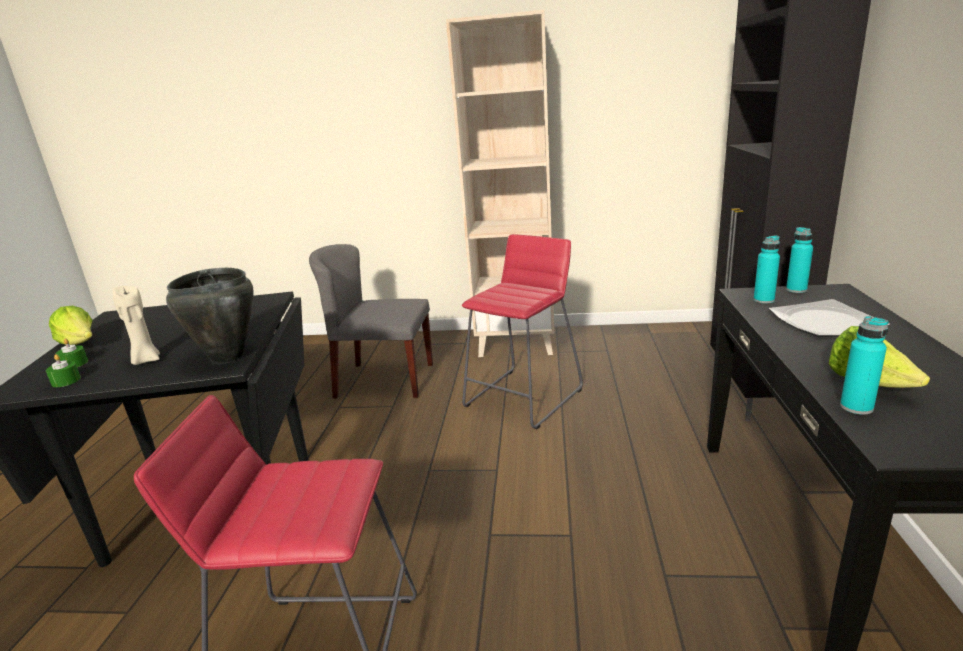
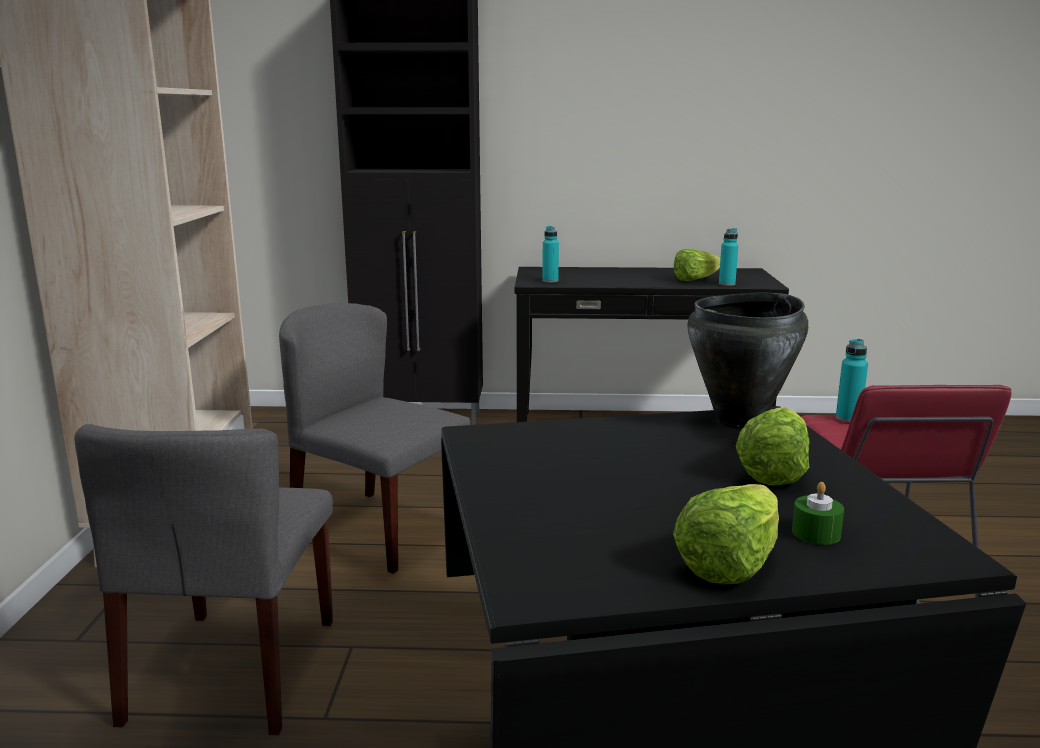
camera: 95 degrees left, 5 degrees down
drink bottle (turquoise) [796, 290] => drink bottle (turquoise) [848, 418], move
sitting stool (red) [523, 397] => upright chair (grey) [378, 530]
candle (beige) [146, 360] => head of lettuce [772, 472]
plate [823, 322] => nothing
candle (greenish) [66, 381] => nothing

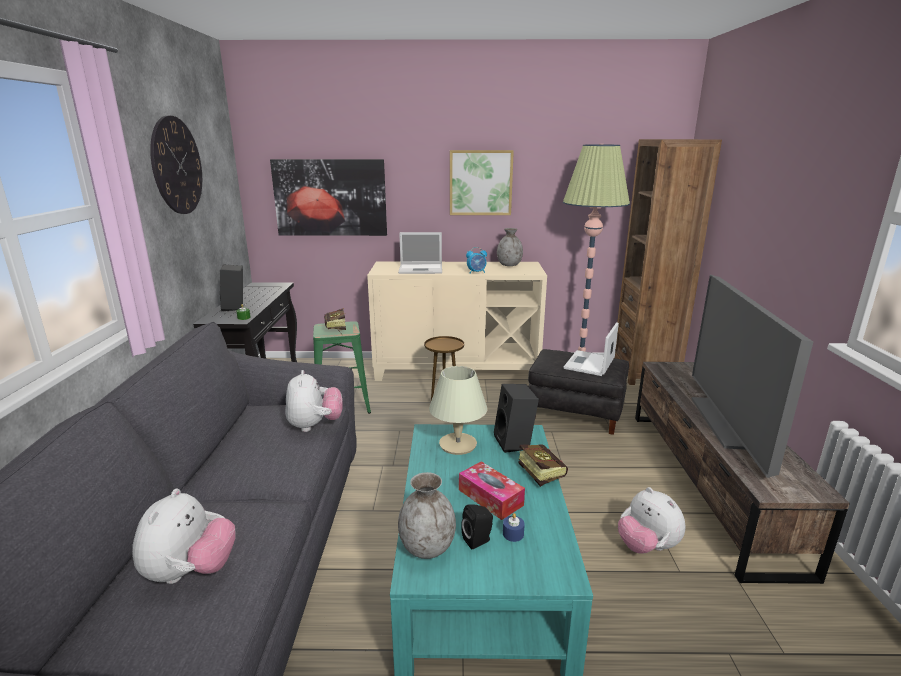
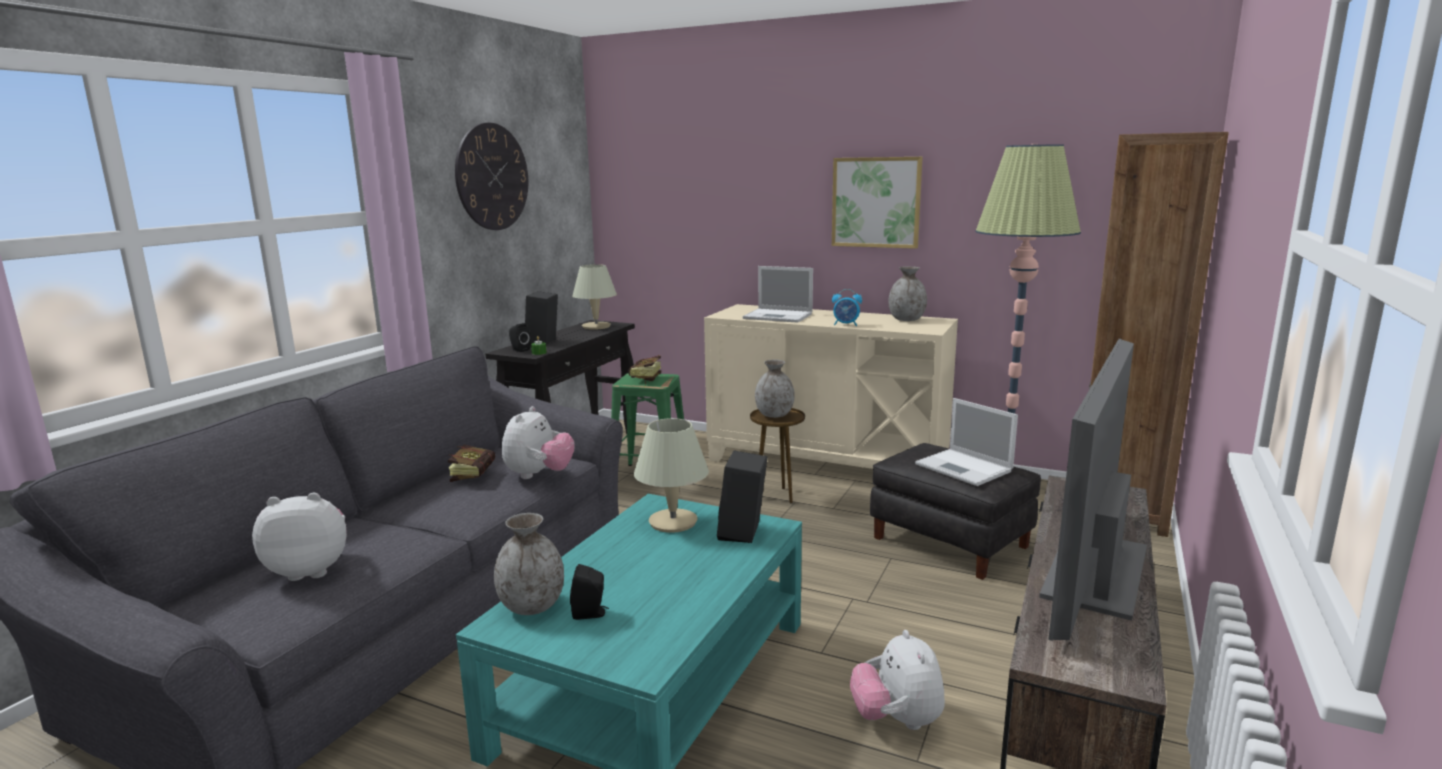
camera: 25 degrees right, 5 degrees down
wall picture [330, 198] => nothing
laptop [589, 364] => laptop [965, 468], 90 degrees counterclockwise
bound book [538, 472] => bound book [475, 475], move
tissue box [490, 497] => nothing
plush toy [191, 572] => plush toy [310, 570], 135 degrees counterclockwise
candle (bluish) [513, 534] => nothing
nothing => table lamp (beige) [596, 326]
nothing => audio speaker (black-coloured) [519, 350]
nothing => decorative vase (grey) [774, 415]

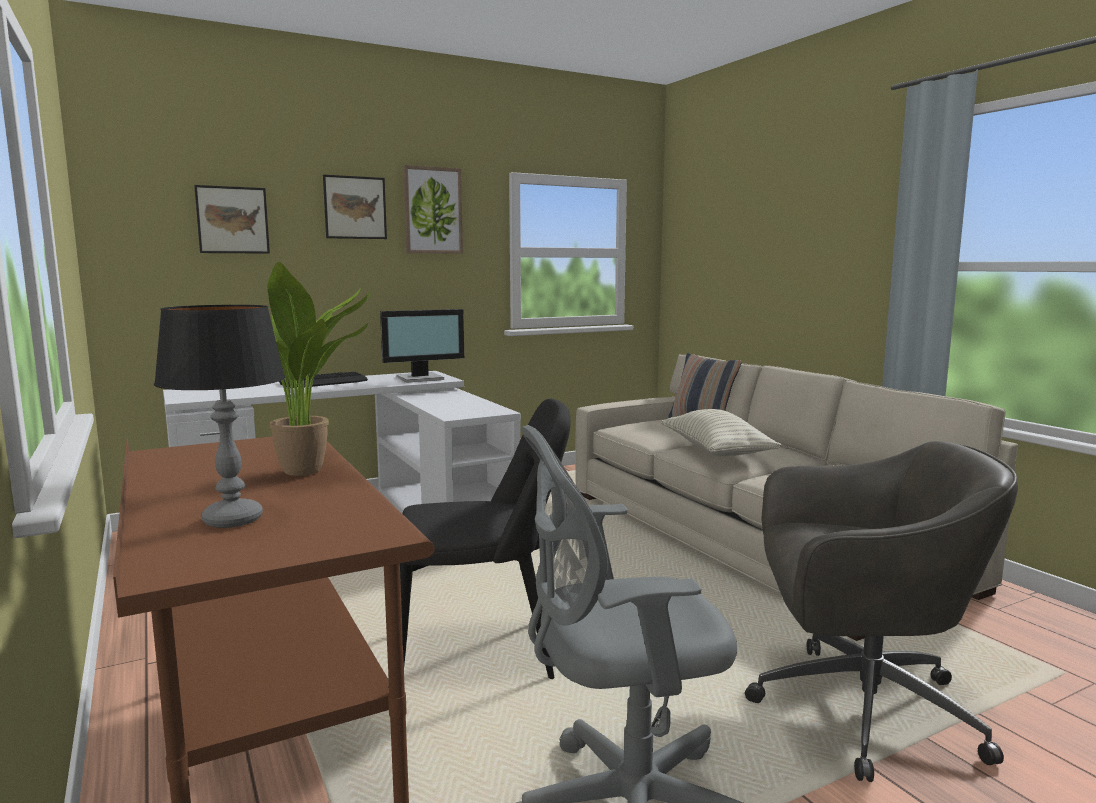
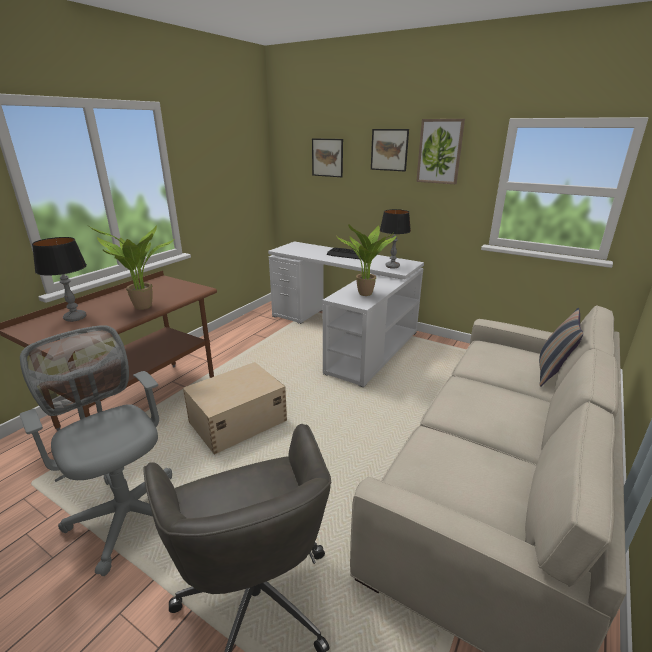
camera: 60 degrees right, 15 degrees up
computer display [421, 378] => table lamp [392, 266]
upright chair (black-coloured) [483, 654] => storage box (beige) [237, 422]
cushion [716, 452] => nothing
nothing => houseplant [366, 295]

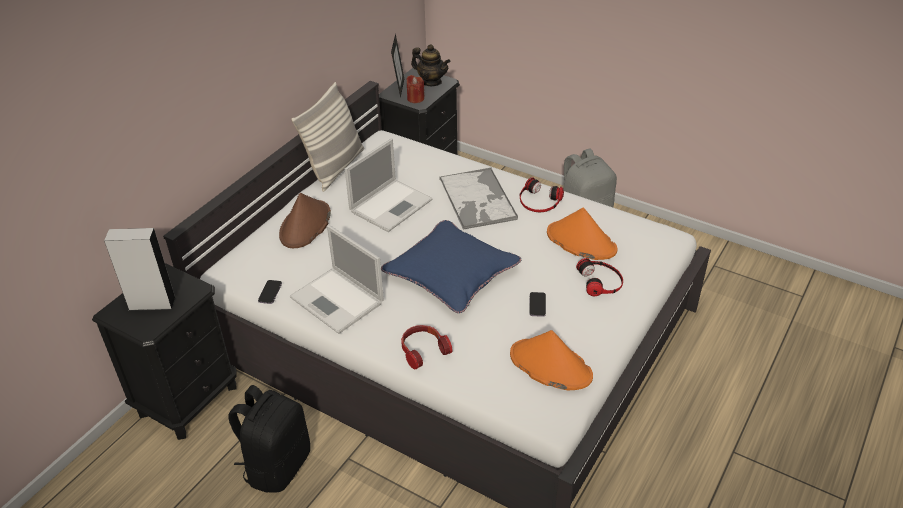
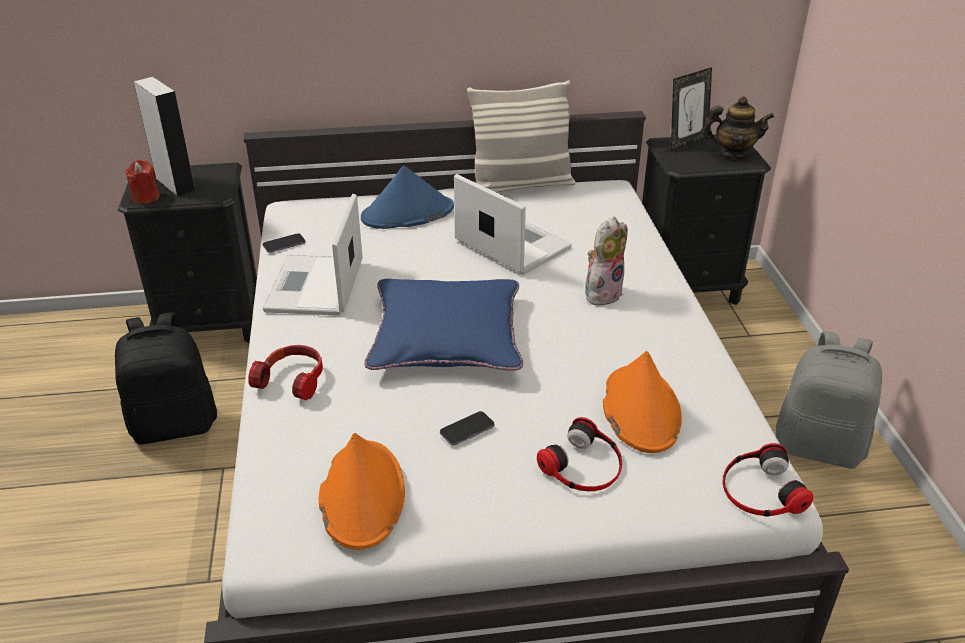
camera: 50 degrees right, 5 degrees down
teapot [431, 82] => teapot [733, 153], 75 degrees counterclockwise
candle (red) [415, 98] => candle (red) [146, 197], move
laptop [392, 205] => laptop [510, 244], 135 degrees counterclockwise
serving tray [478, 200] => plush toy [602, 293]
headset [539, 201] => headset [760, 490], move
hat (brown-coloured) [305, 225] => hat (bluish) [407, 213]

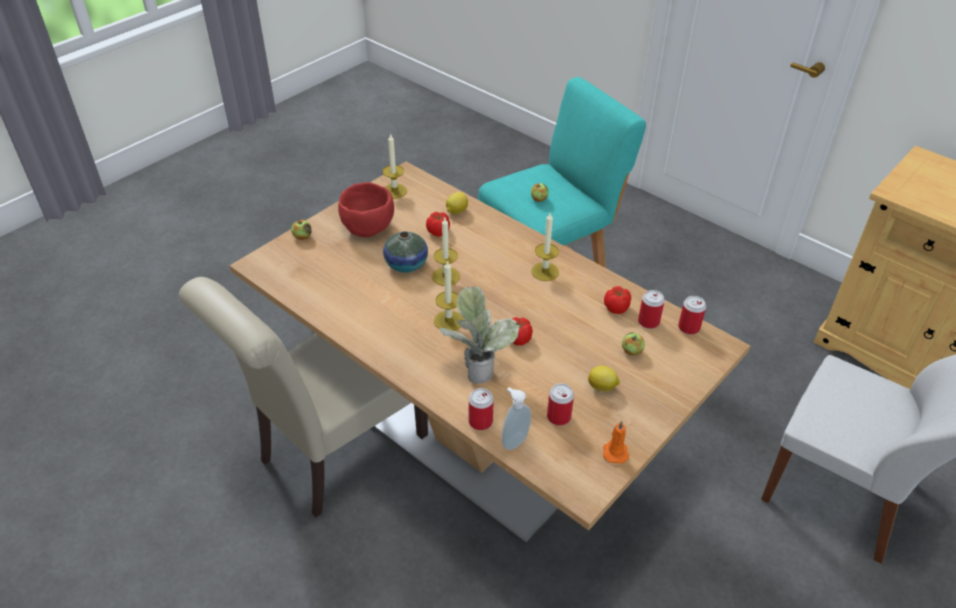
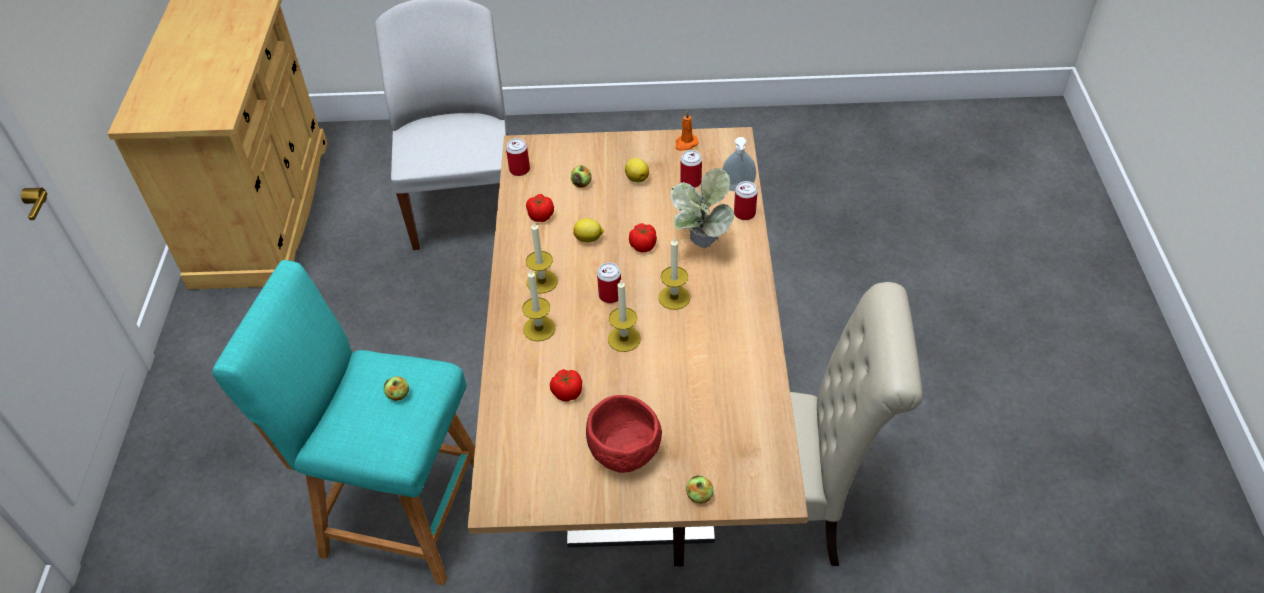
camera: 130 degrees left, 5 degrees up
candle [394, 191] => candle [539, 328], move
citrus fruit [456, 211] => citrus fruit [589, 239], move
decorative vase [406, 264] => nothing
can [648, 322] => can [610, 295], move

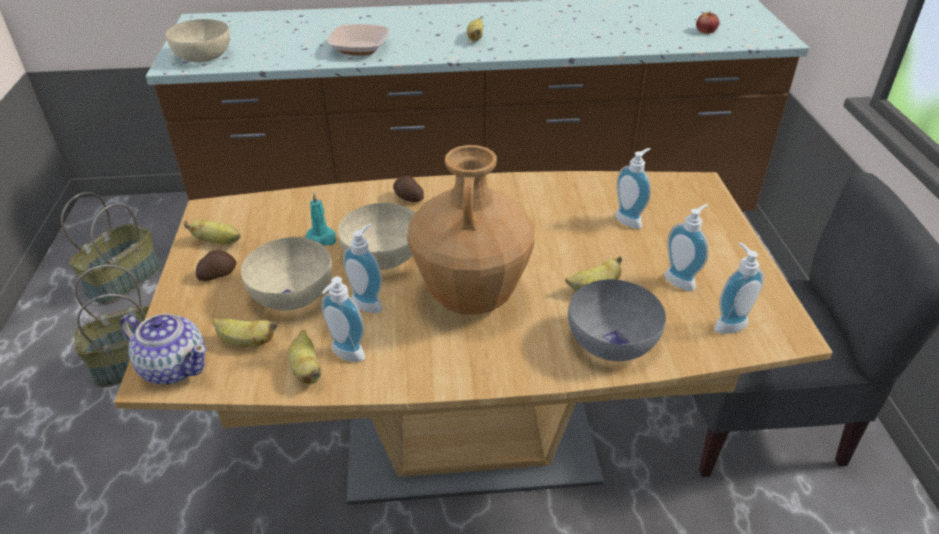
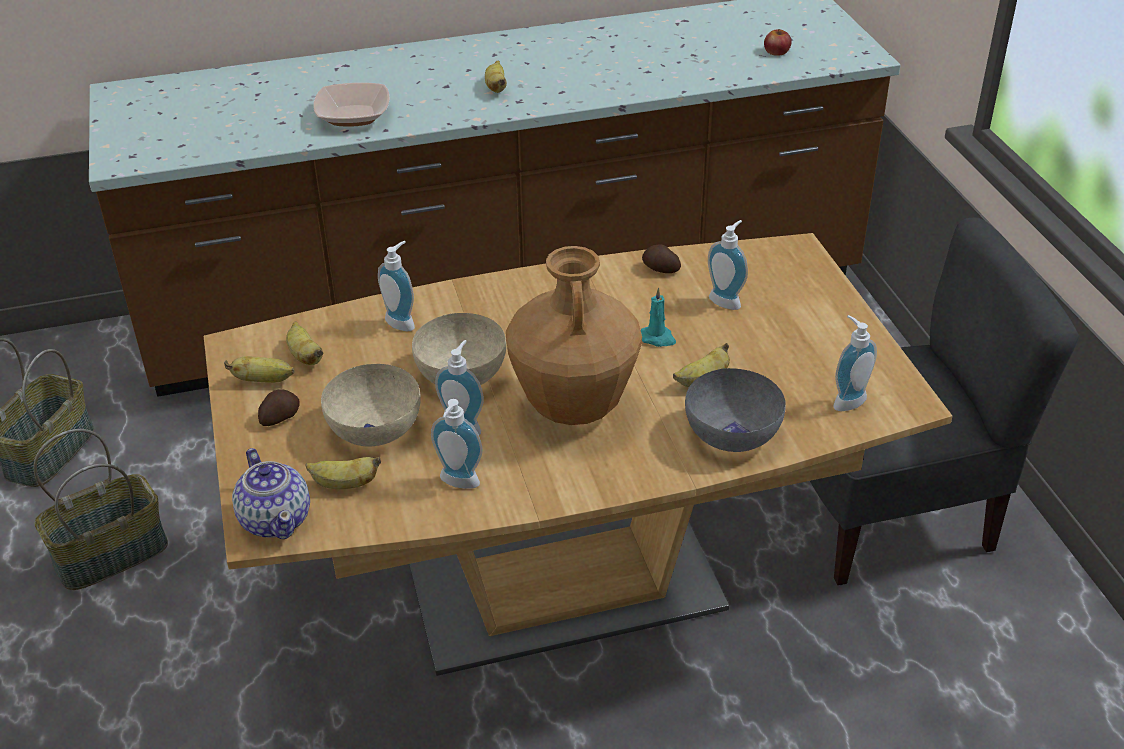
camera: 10 degrees left, 0 degrees up
deep dish (beige) [204, 56] => nothing
potato [408, 198] => potato [660, 269], move
candle (turquoise) [322, 238] => candle (turquoise) [658, 338], move
soap dispenser [682, 280] => soap dispenser [403, 321], move
teapot [174, 366] => teapot [276, 519], 45 degrees clockwise
banana [307, 369] => banana [305, 356], move

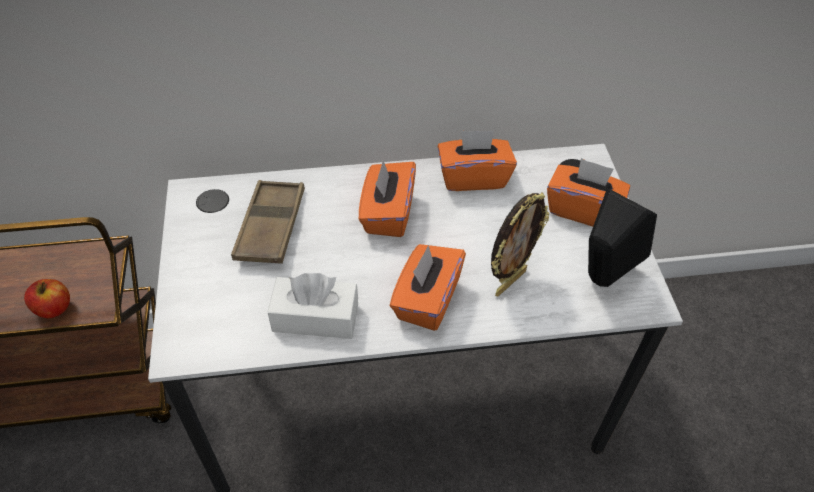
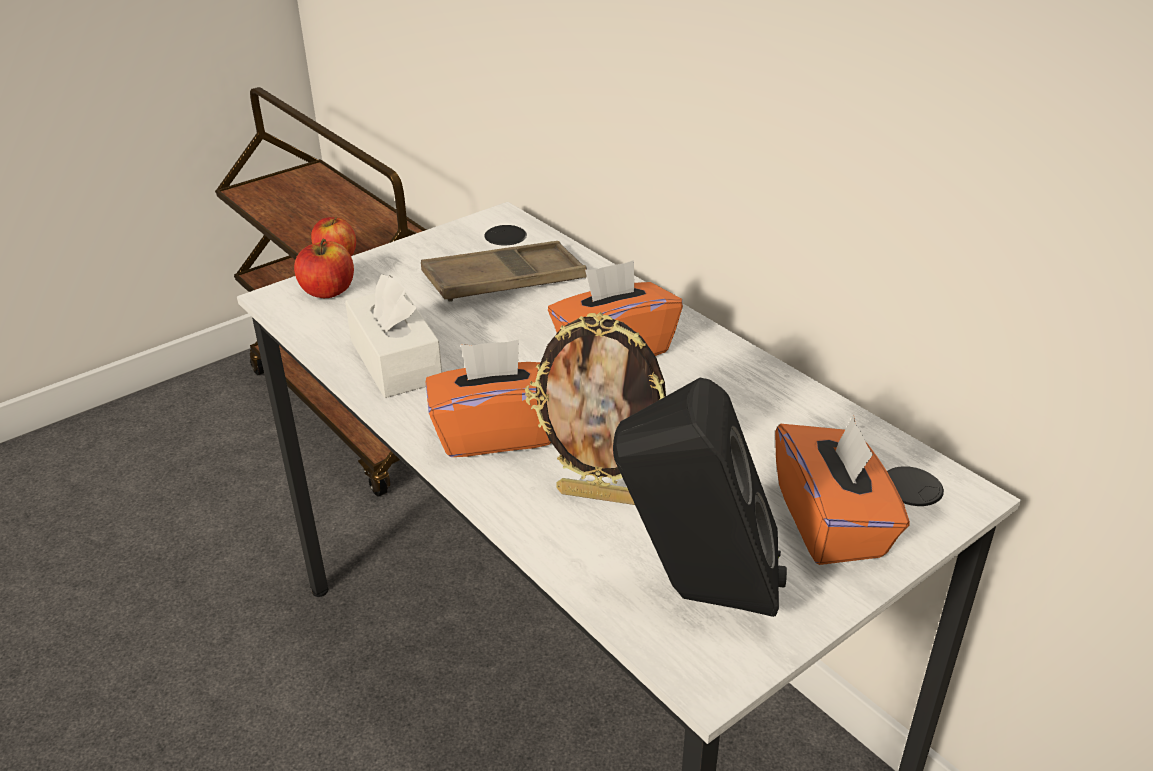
camera: 60 degrees right, 15 degrees down
tissue box (orange-coloured) [473, 177] => nothing
nothing => apple fruit [328, 291]

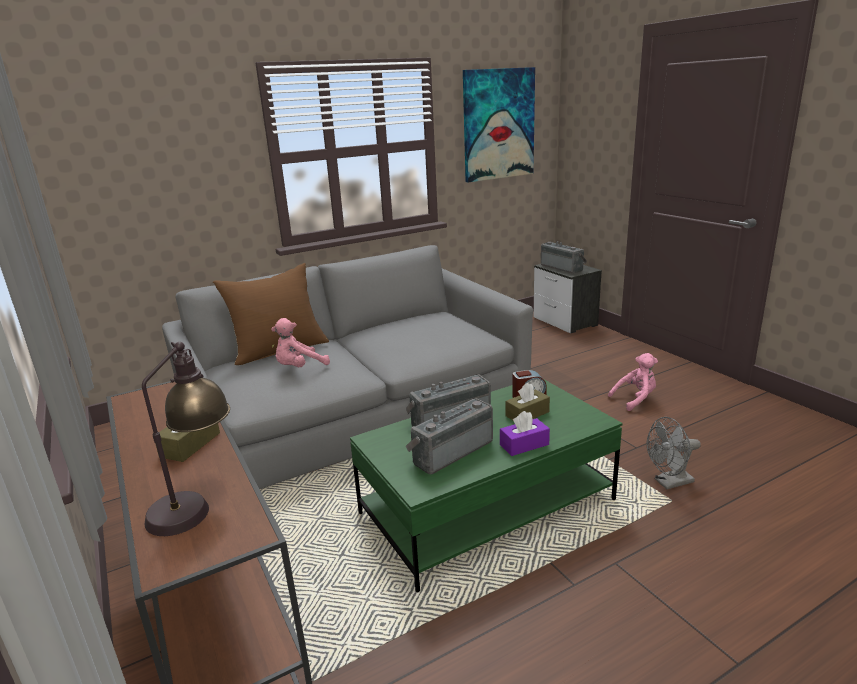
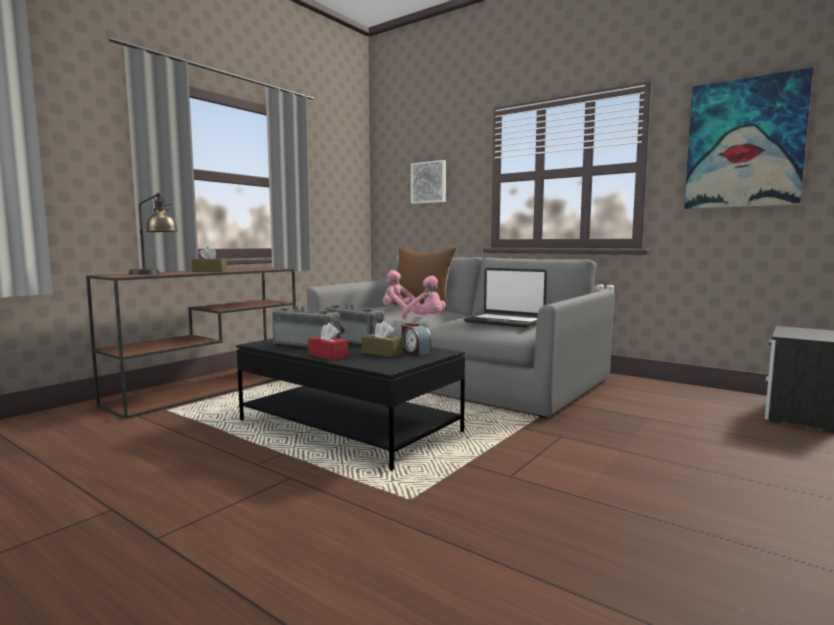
camera: 65 degrees right, 15 degrees down
radio [563, 268] => nothing
plush toy (pinkish) [635, 399] => plush toy (pinkish) [426, 319], move
lounge table (greenish) [487, 506] => lounge table (black-coloured) [349, 426]
tissue box (purplish) [524, 445] => tissue box (red) [328, 355]
electric fan (grey) [669, 483] => nothing
nothing => wall picture [429, 182]
nothing => laptop [505, 321]

